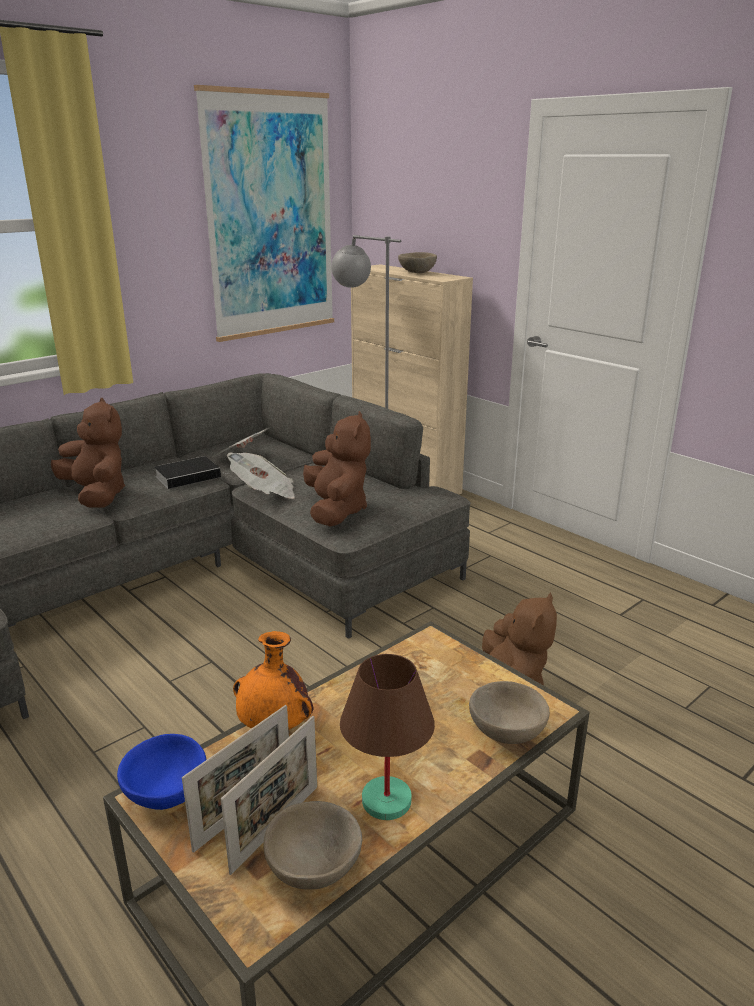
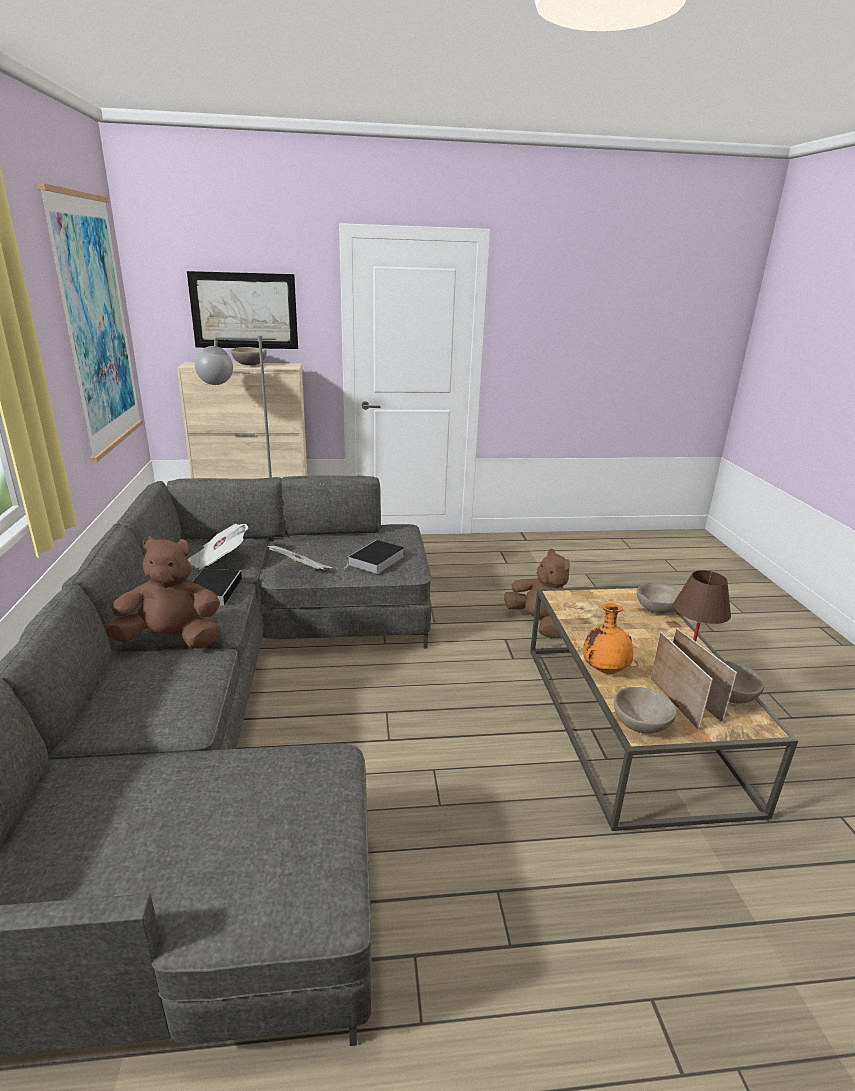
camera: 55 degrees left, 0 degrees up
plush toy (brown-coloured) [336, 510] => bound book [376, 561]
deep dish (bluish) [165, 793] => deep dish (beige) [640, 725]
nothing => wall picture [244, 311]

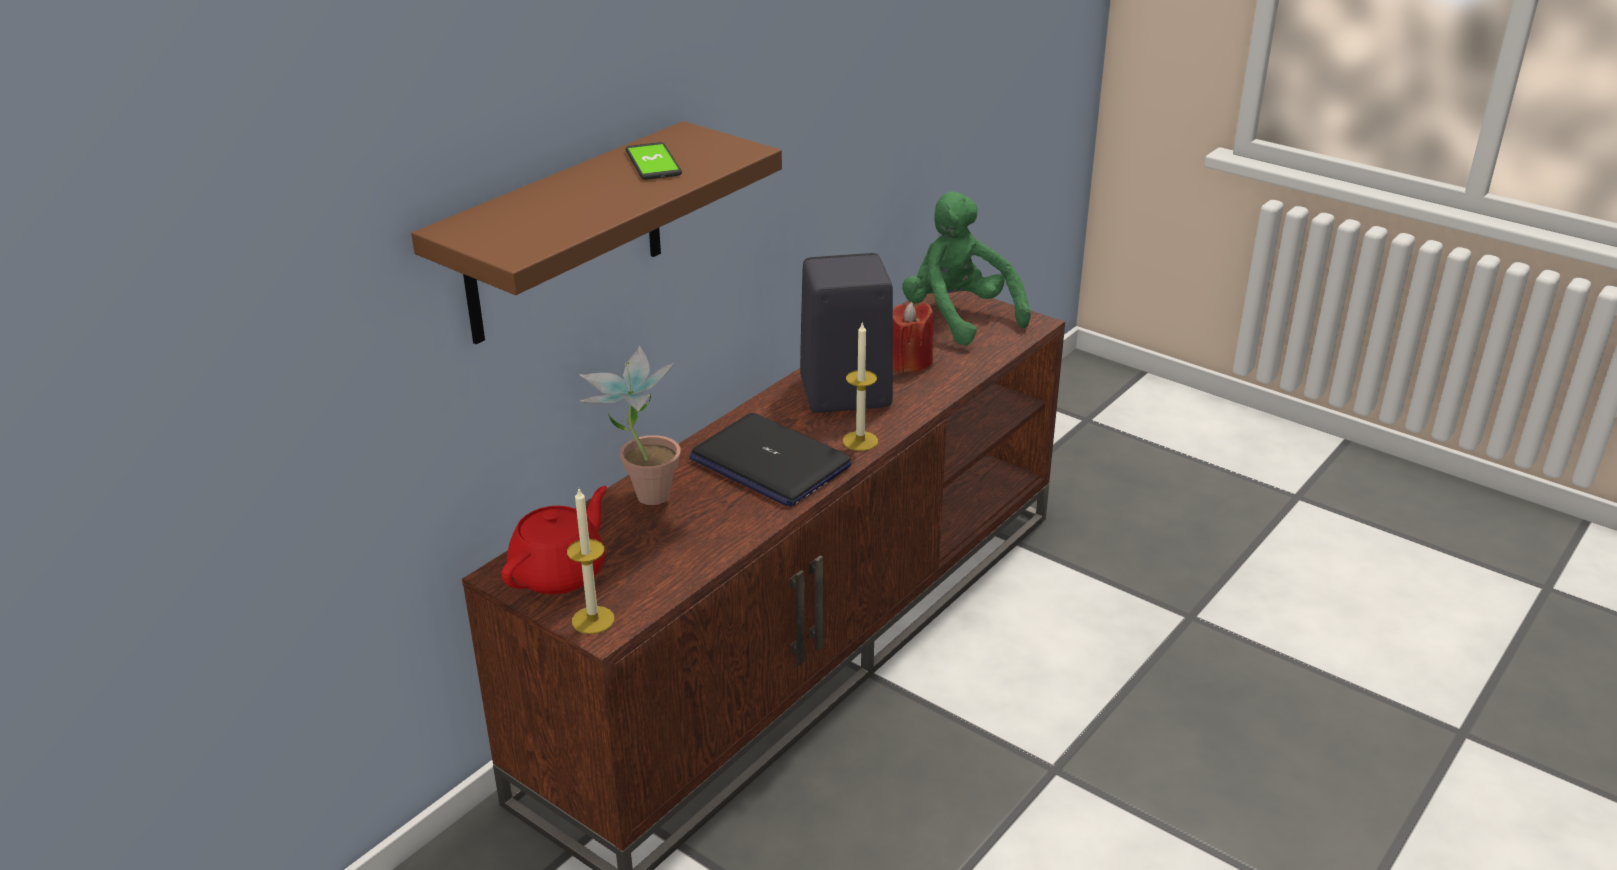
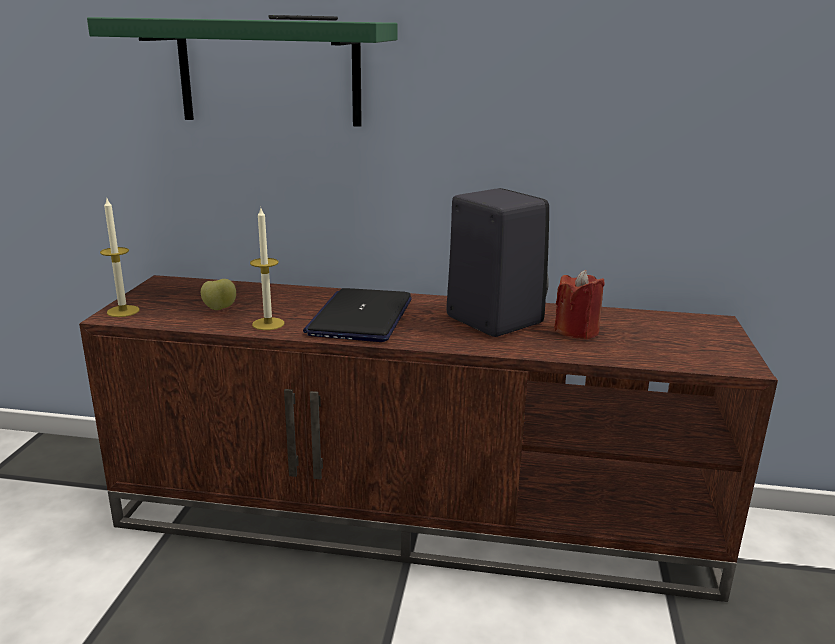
camera: 60 degrees right, 10 degrees down
wall shelf (brown-coloured) [564, 234] => wall shelf (greenish) [269, 72]
plush toy (greenish) [958, 317] => nothing
candle [860, 441] => candle [268, 324], move
houseplant [640, 495] => nothing
teapot (red) [560, 573] => nothing
nothing => apple fruit [220, 309]

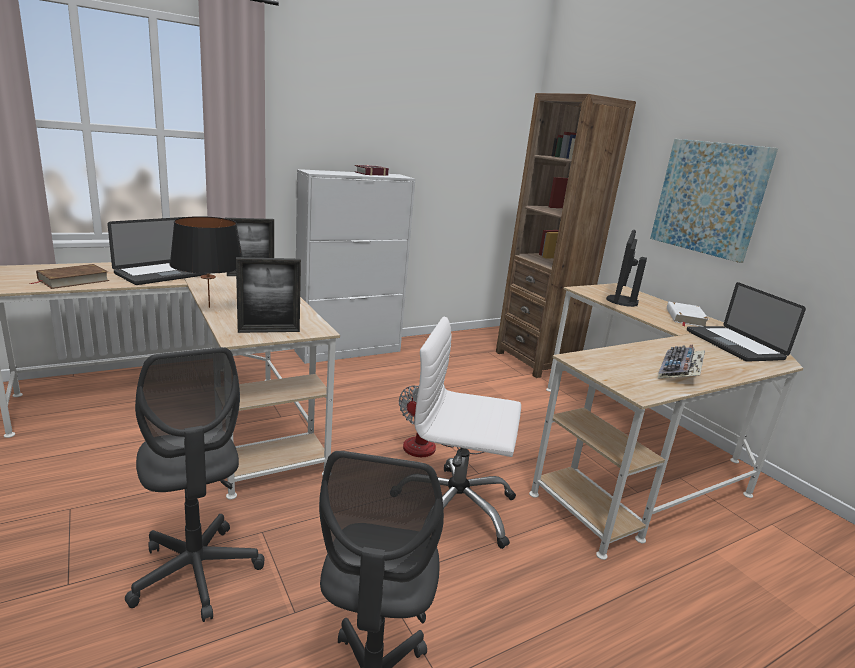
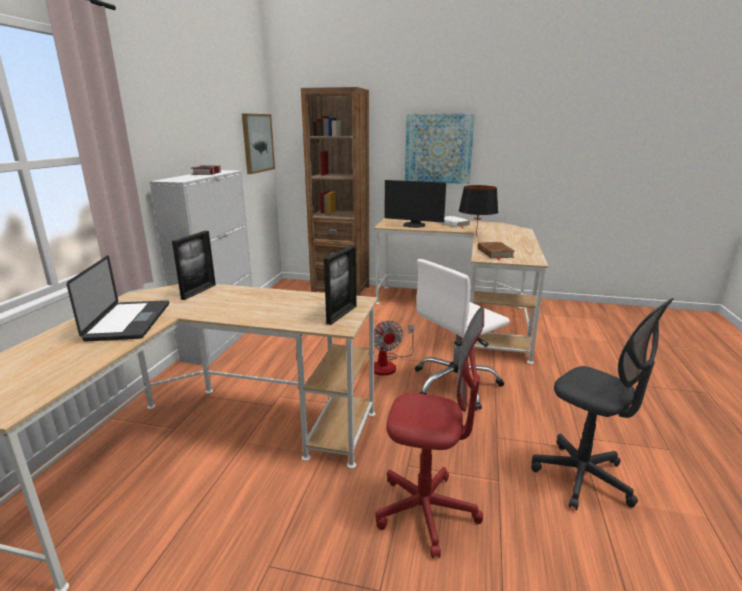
camera: 45 degrees left, 0 degrees up
table lamp (black-coloured) [209, 307] => table lamp (black-coloured) [476, 236], move
computer display [620, 301] => computer display [413, 225], 45 degrees counterclockwise
bound book (brown-coloured) [73, 280] => bound book (brown-coloured) [495, 253], move
laptop [733, 345] => nothing
PC keyboard [680, 371] => nothing
office chair (grey) [196, 573] => office chair (red) [426, 511]
nothing => wall picture [257, 143]

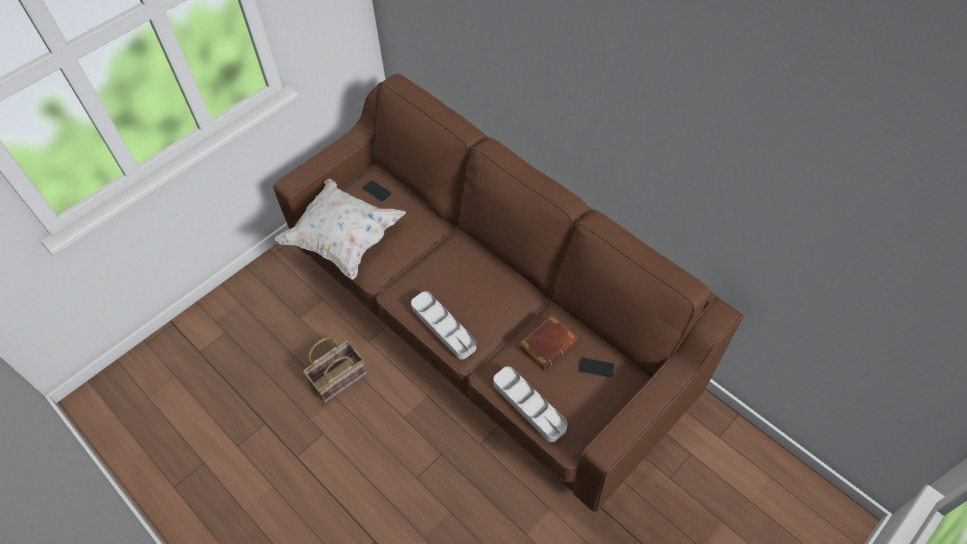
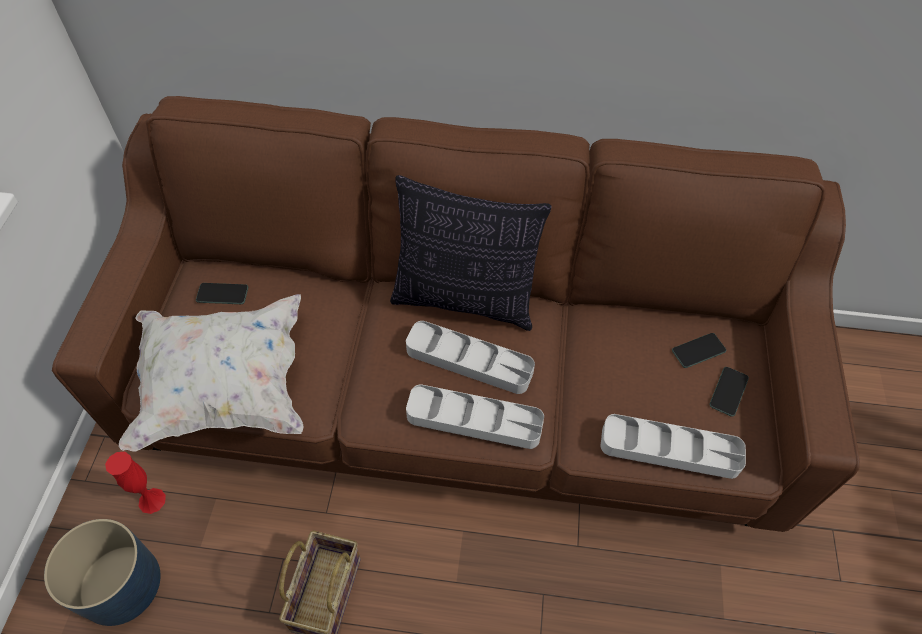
camera: 40 degrees left, 0 degrees up
bound book (brown-coloured) [547, 343] => nothing
nothing => cushion [464, 300]
nothing => serving tray (grey) [469, 361]
nothing => telephone [728, 391]
nothing => decorative vase (red) [152, 500]
nothing => plant pot (bluish) [119, 584]

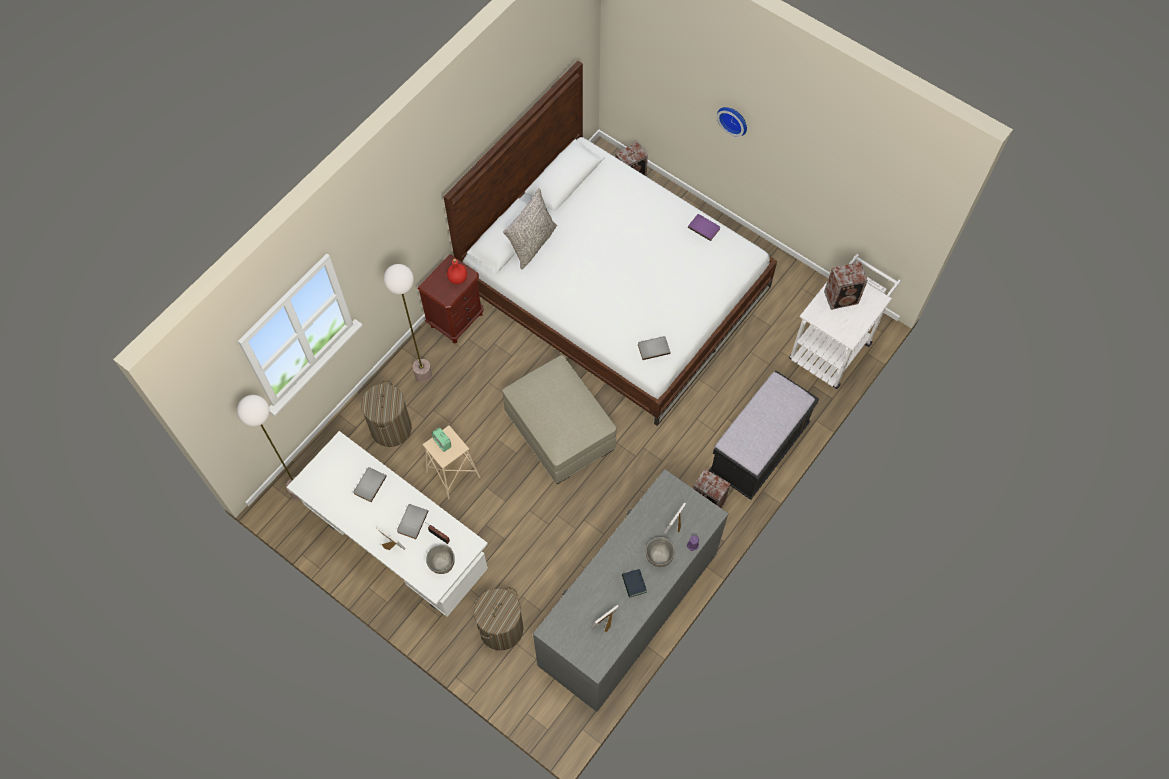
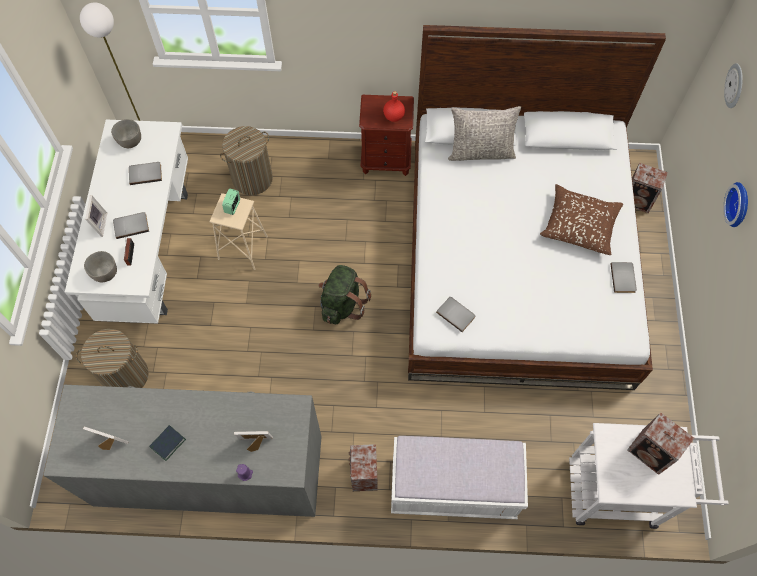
camera: 55 degrees right, 0 degrees up
bound book (purplish) [704, 227] => bound book (grey) [624, 278]
standard lamp [423, 374] => nothing
footrest (beige) [560, 431] => rucksack (greenish) [342, 304]
bench (black-coloured) [759, 449] => bench (white) [453, 488]
deep dish (grey) [658, 557] => deep dish (grey) [130, 141], move
nothing => clock on the wall [734, 85]
nothing => cushion (brown-coloured) [579, 225]

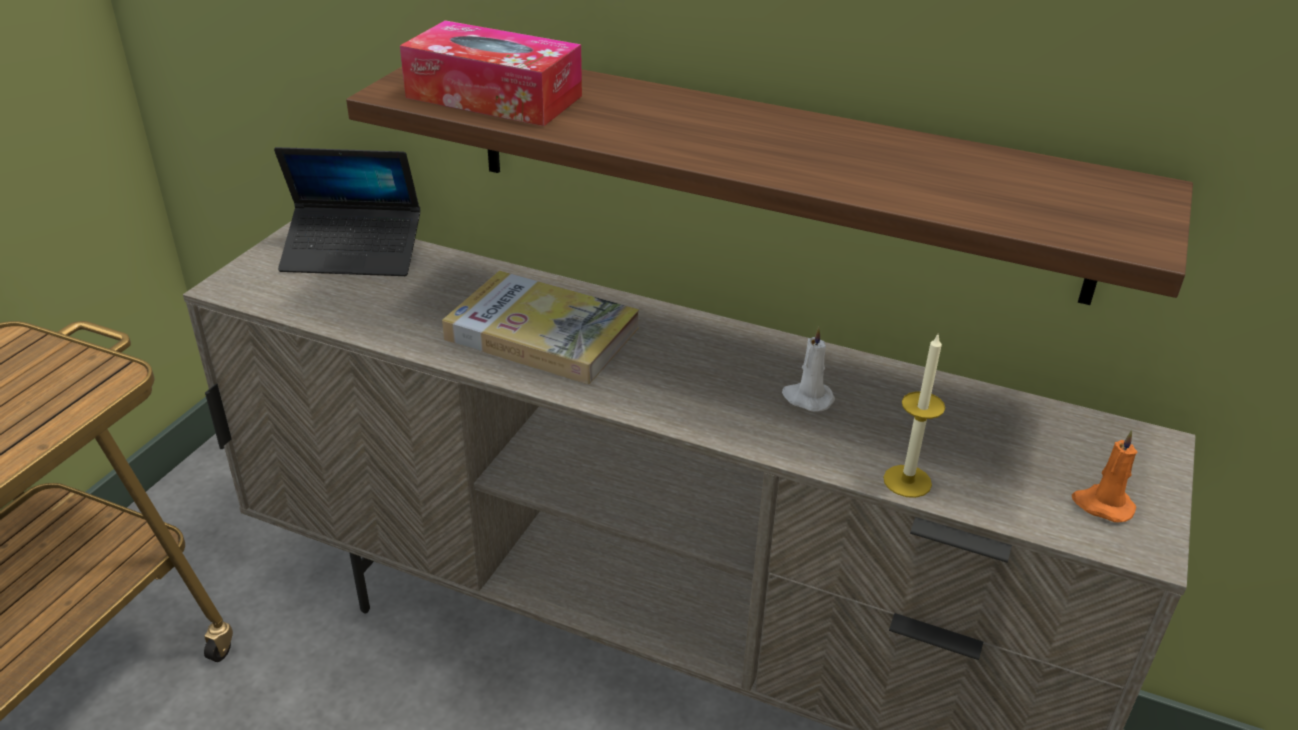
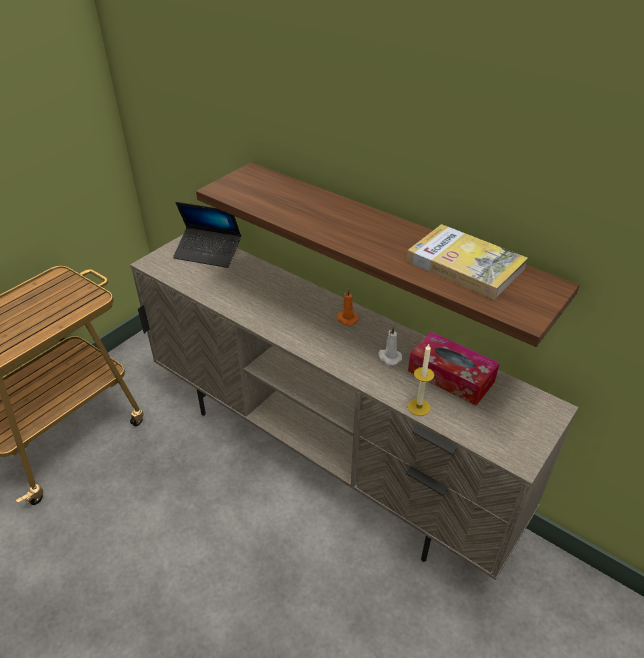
camera: 15 degrees right, 5 degrees up
tissue box [494, 97] => tissue box [450, 376], move
bound book [542, 333] => bound book [465, 265], move
candle (orange-coloured) [1102, 505] => candle (orange-coloured) [346, 319], move

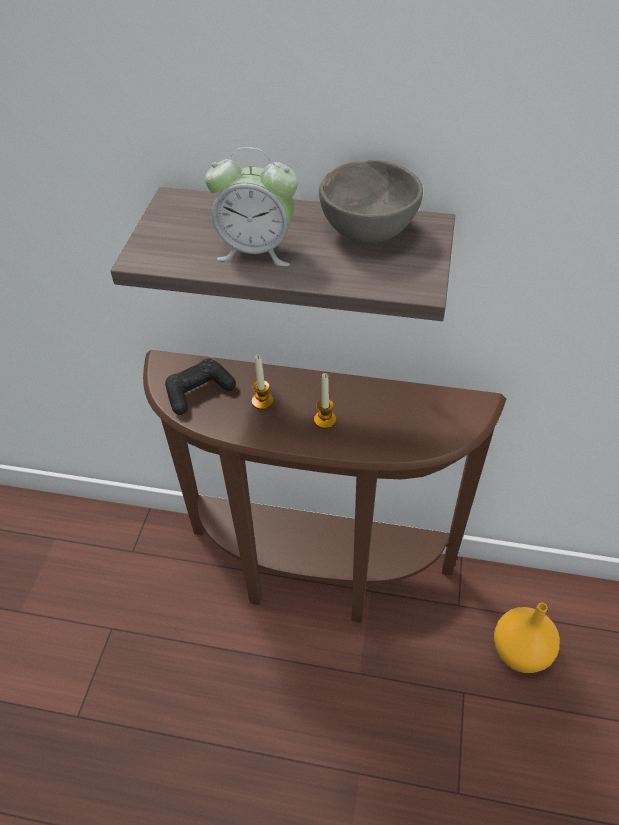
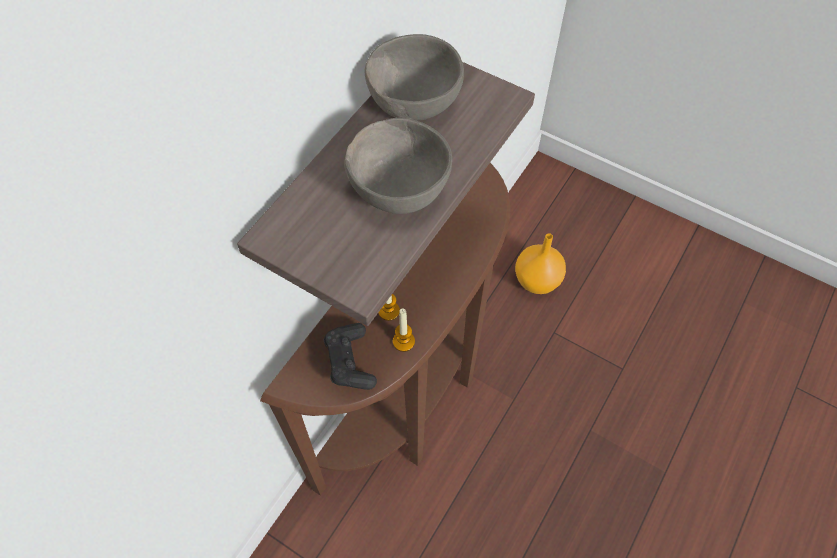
camera: 70 degrees left, 10 degrees up
alarm clock [256, 250] => deep dish (grey) [399, 190]
candle [325, 420] => candle [403, 341], move

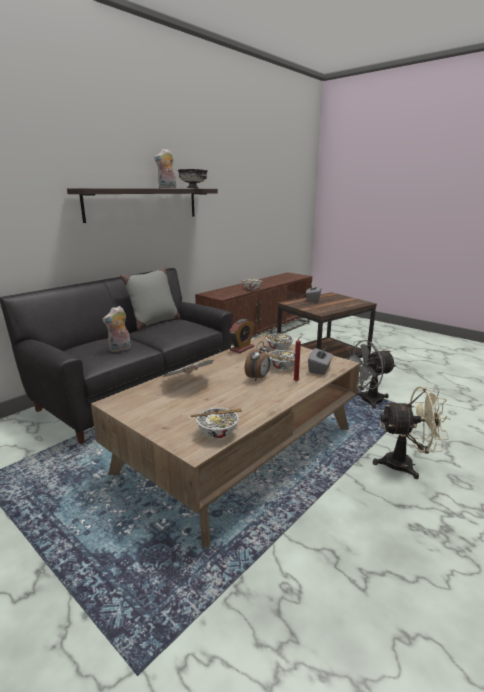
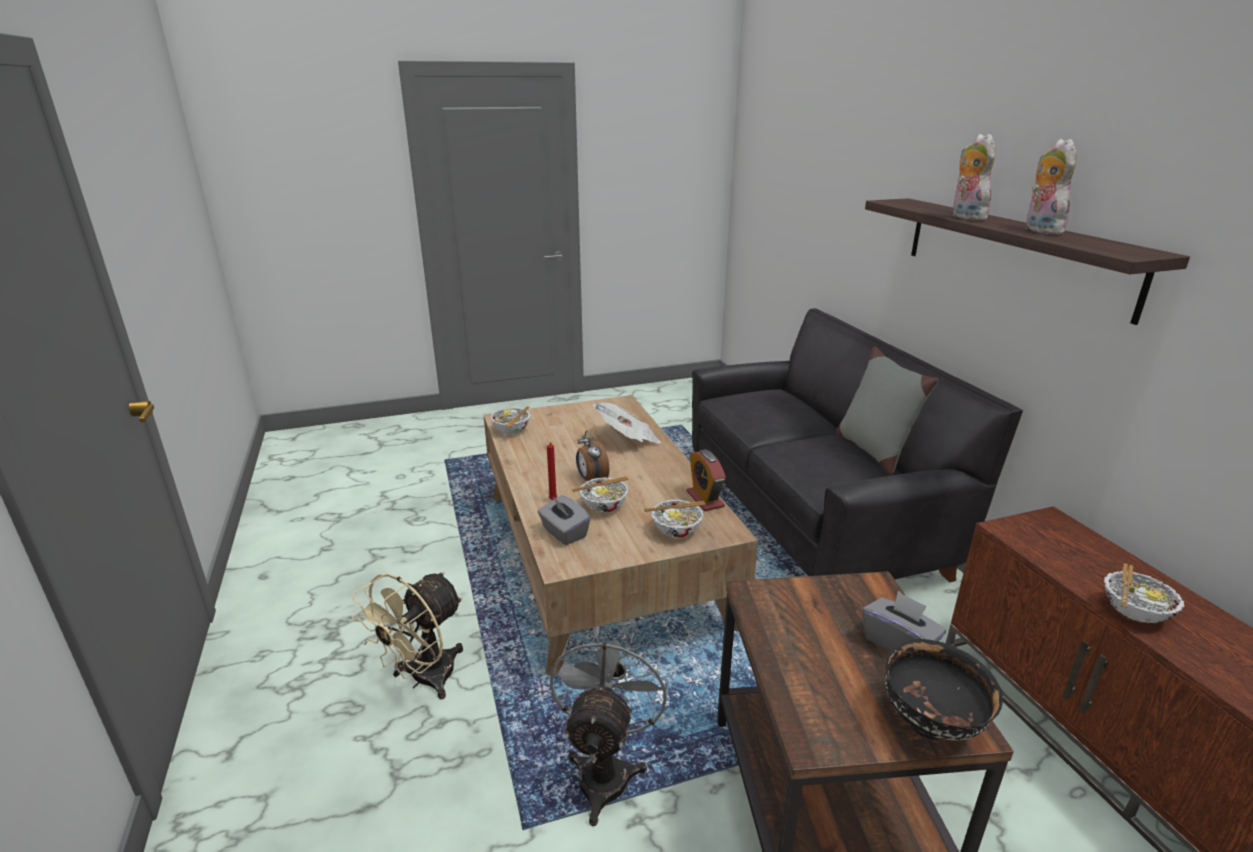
camera: 120 degrees right, 5 degrees up
deep dish (black-coloured) [193, 188] => deep dish (black-coloured) [931, 724], move
plush toy [120, 349] => plush toy [965, 217], move

